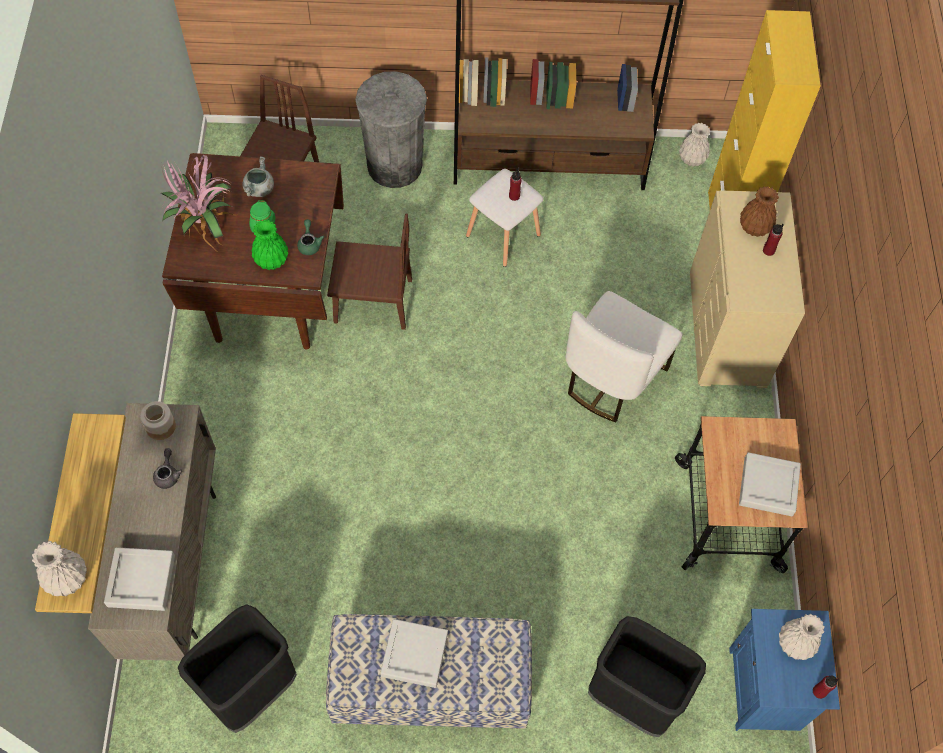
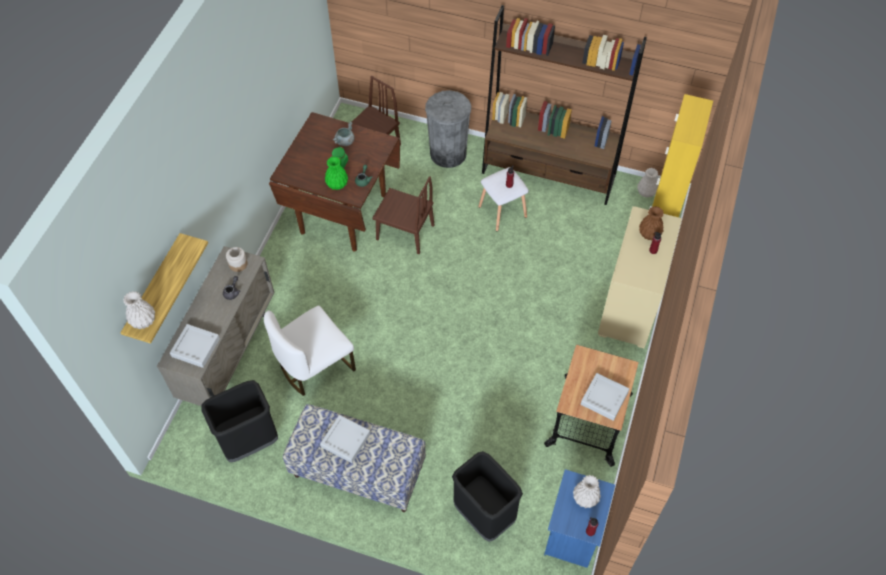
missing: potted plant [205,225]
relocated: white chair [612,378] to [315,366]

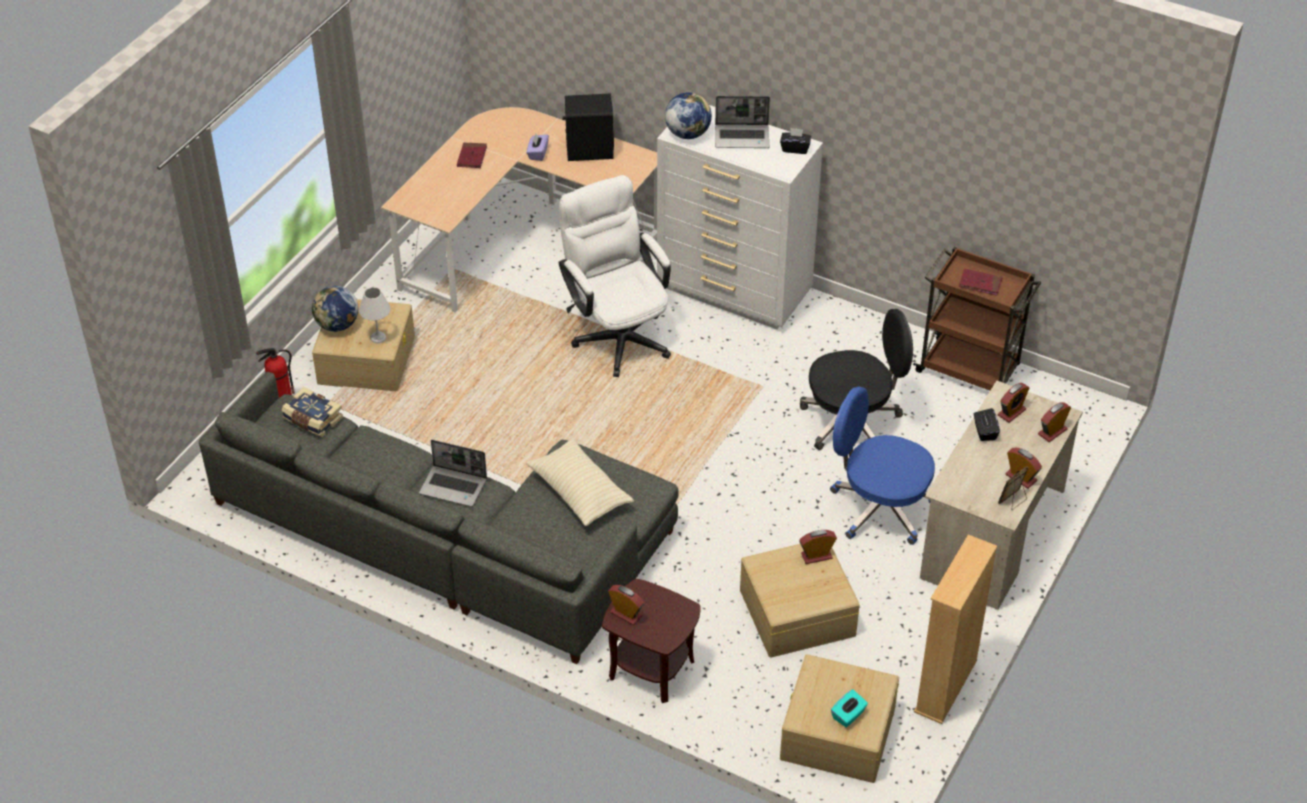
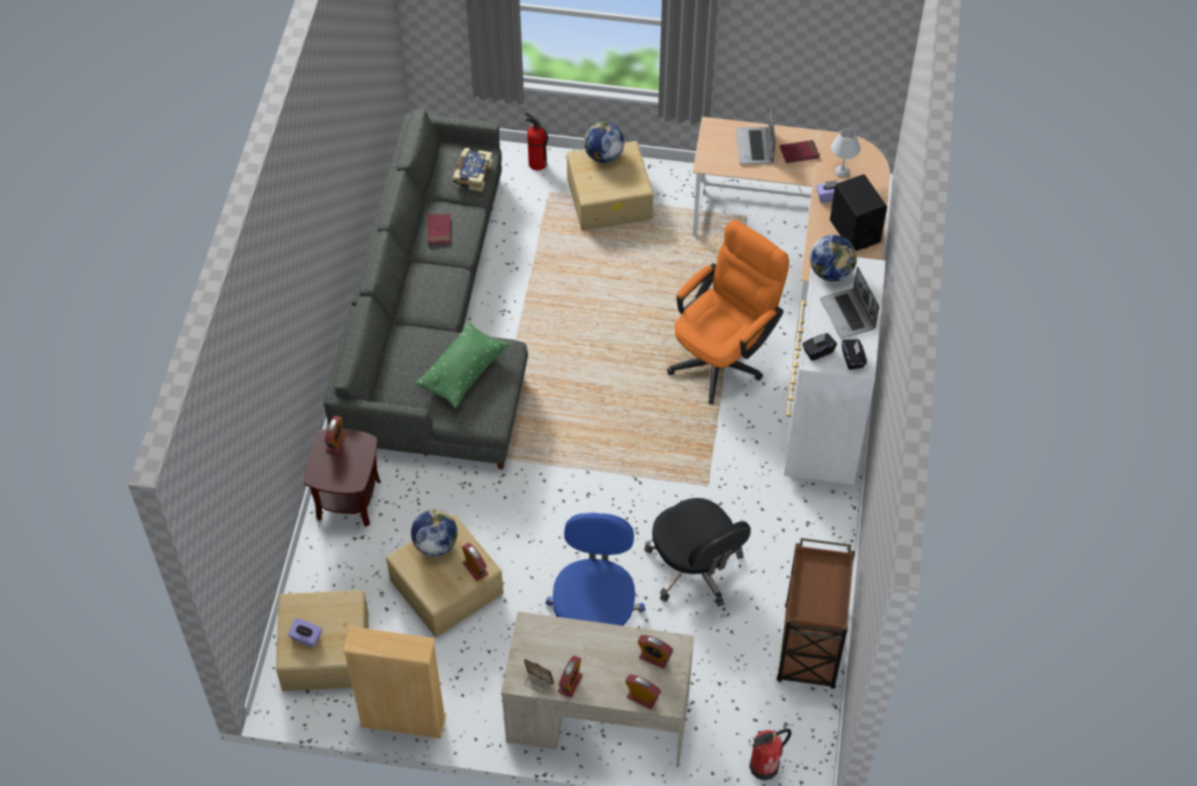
appeared: globe [435,544]; fire extinguisher [765,766]
relocated: red book [980,284] to [439,230]; white table lamp [379,338] to [842,172]; black tissue box [984,432] to [818,351]; laptop [454,487] to [755,147]
colour: white office chair [617,334] to orange office chair [723,357]; beige pillow [579,492] to green pillow [463,372]; turquoise tissue box [848,715] to purple tissue box [306,638]

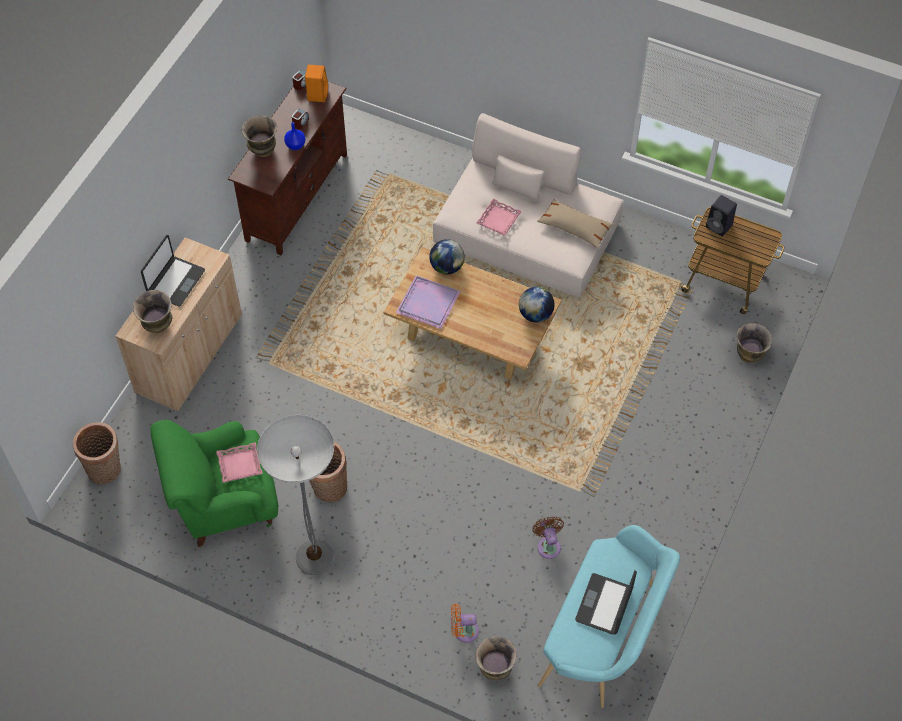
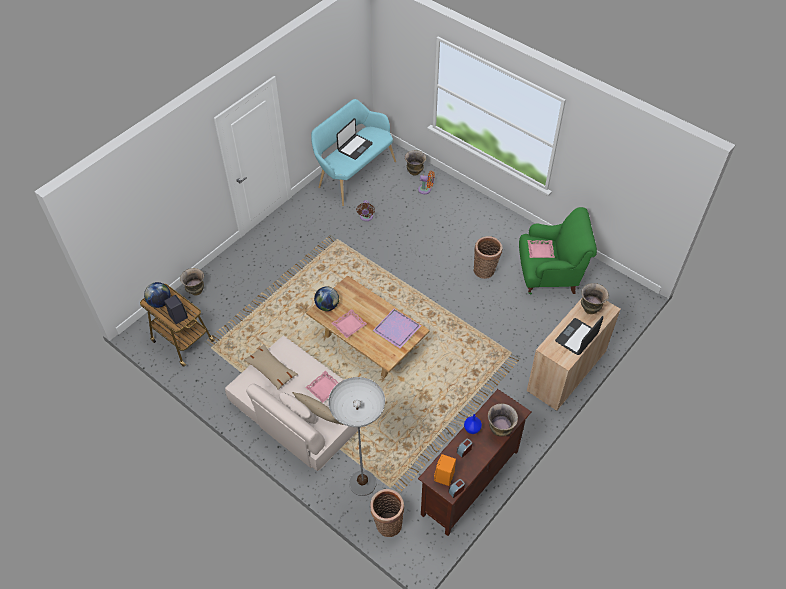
appeared: pink tray [349,325]; beige pillow [318,414]
relocated: globe [447,267] to [160,302]; floor lamp [314,557] to [362,483]; basket [106,470] to [387,523]

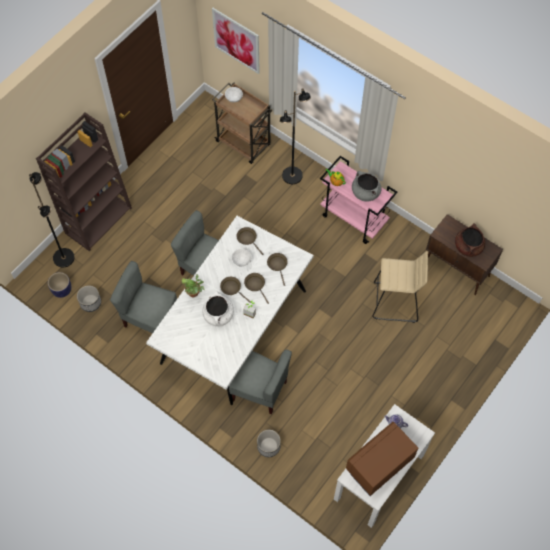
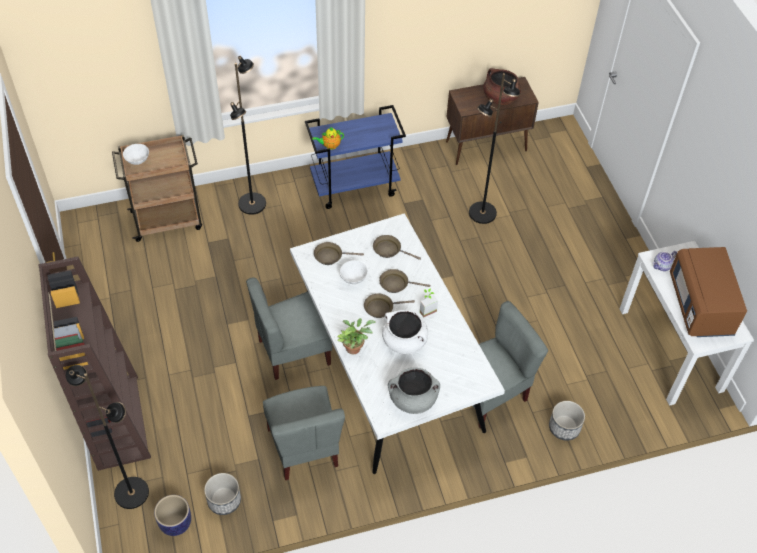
missing: picture [236,40]
relocated: grey cooking pot [365,193] to [413,400]
exchanged: beige stool [396,302] to black floor lamp [482,213]
colour: pink cart [354,219] to blue cart [355,186]
spun: grey chair [150,318] = [304,447] 75 degrees counterclockwise

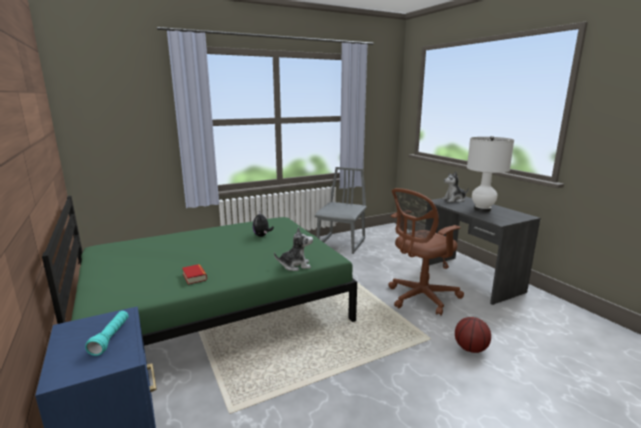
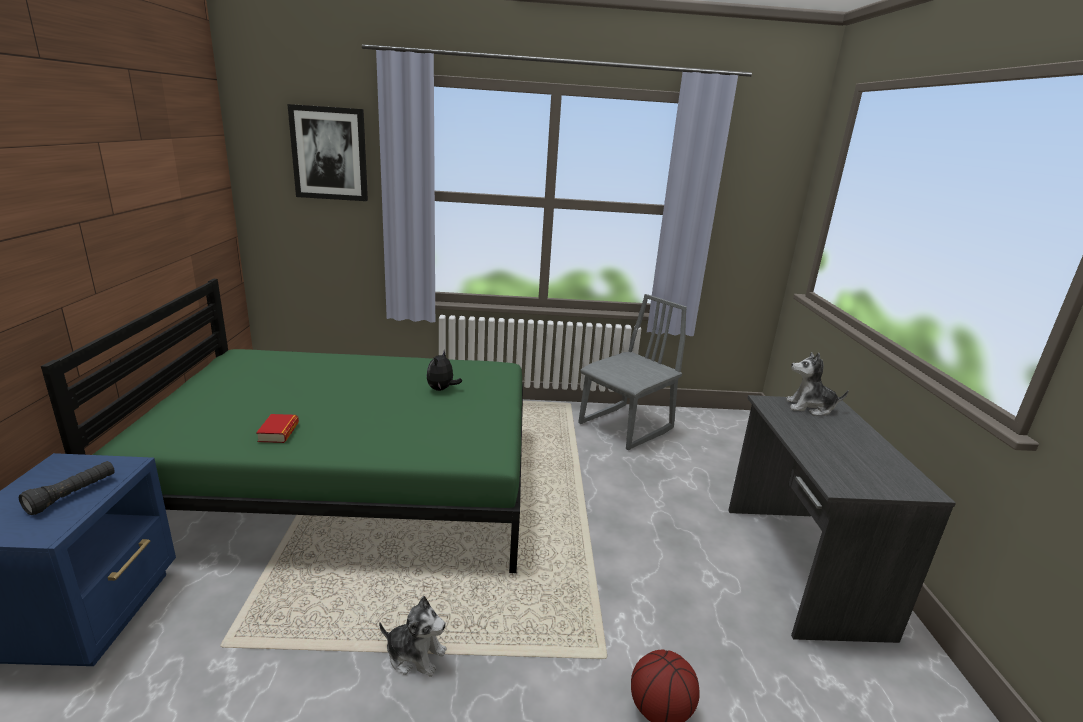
missing: white table lamp [482,209]; brown office chair [420,298]
appeared: picture [329,153]
relocated: plush toy [295,265] to [415,655]
colour: turquoise flashlight [111,338] to black flashlight [73,495]

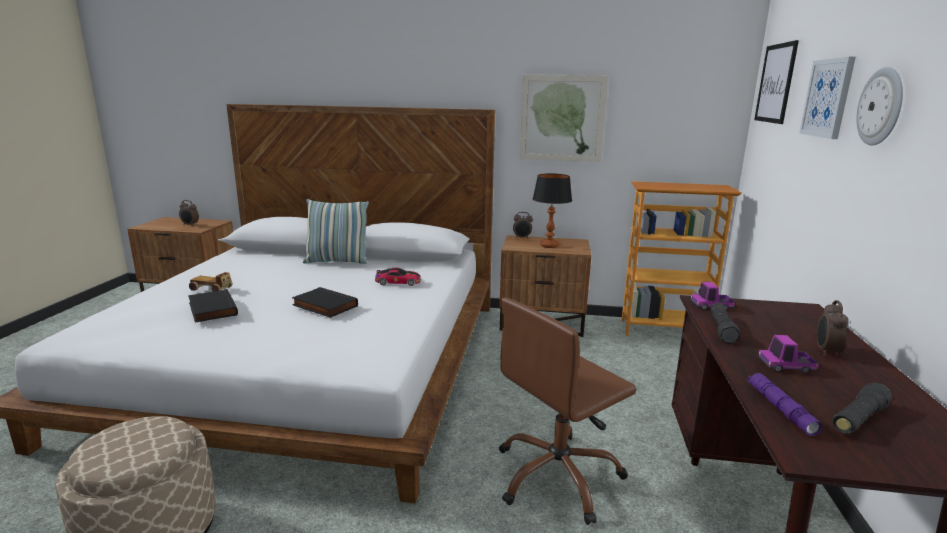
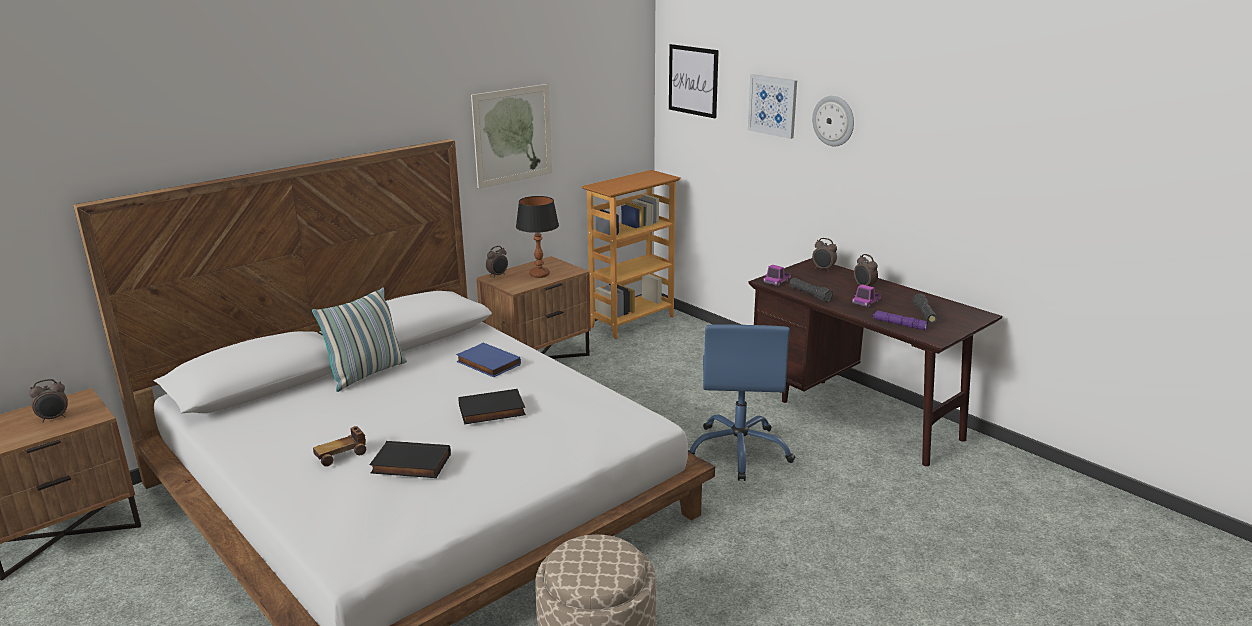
appeared: alarm clock [823,269]
exchanged: toy car [398,282] to blue book [487,364]
colour: brown office chair [557,476] to blue office chair [739,451]

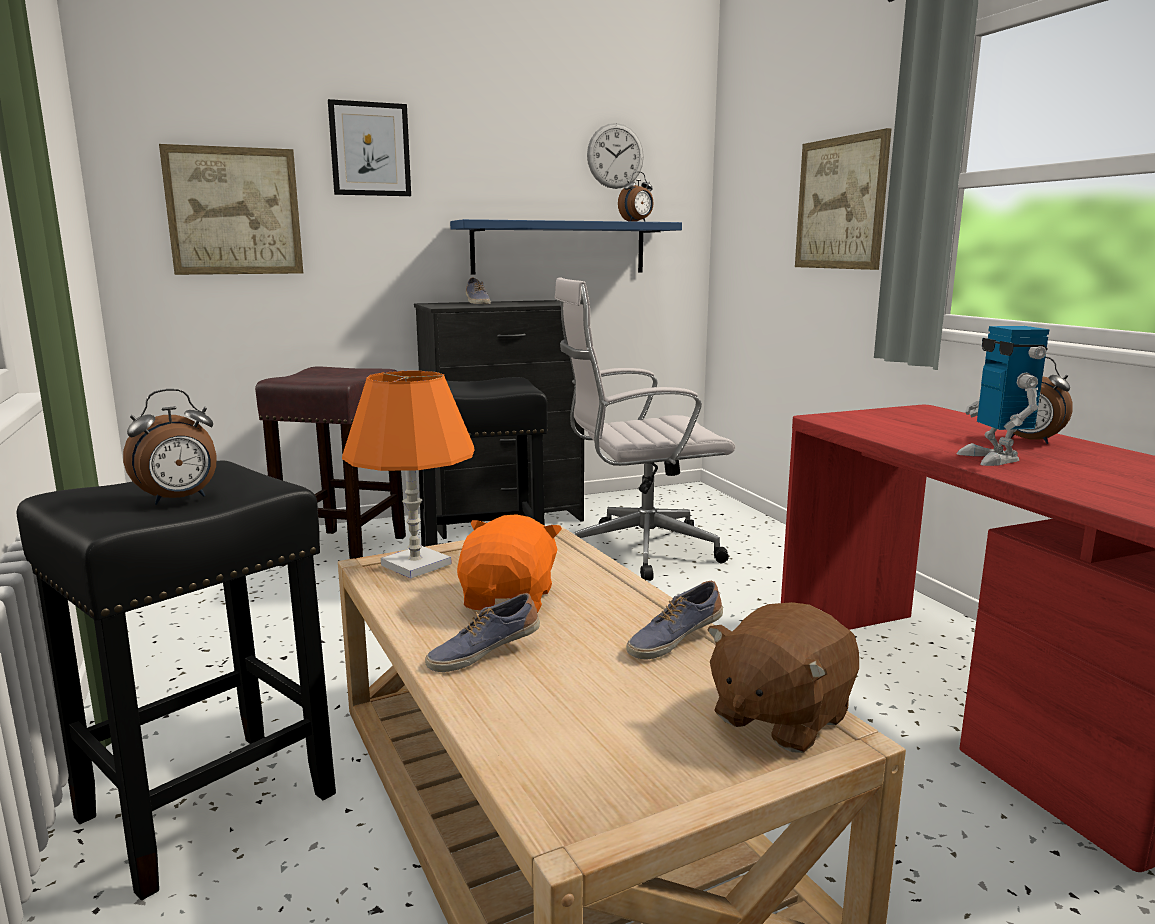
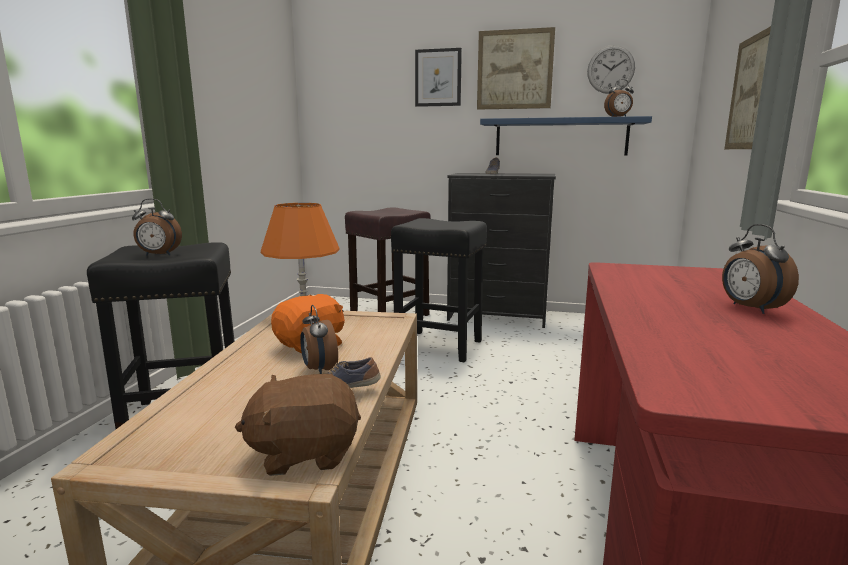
missing: white office chair [637,551]; toy robot [994,458]; shoe [483,652]
appeared: alarm clock [319,370]
relocated: picture [234,211] to [514,70]

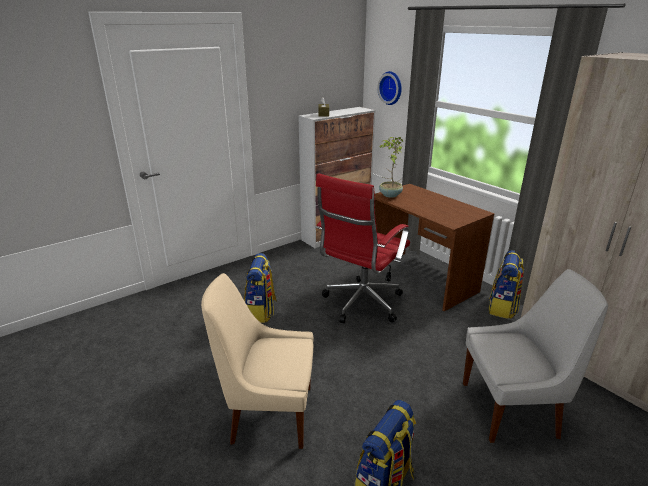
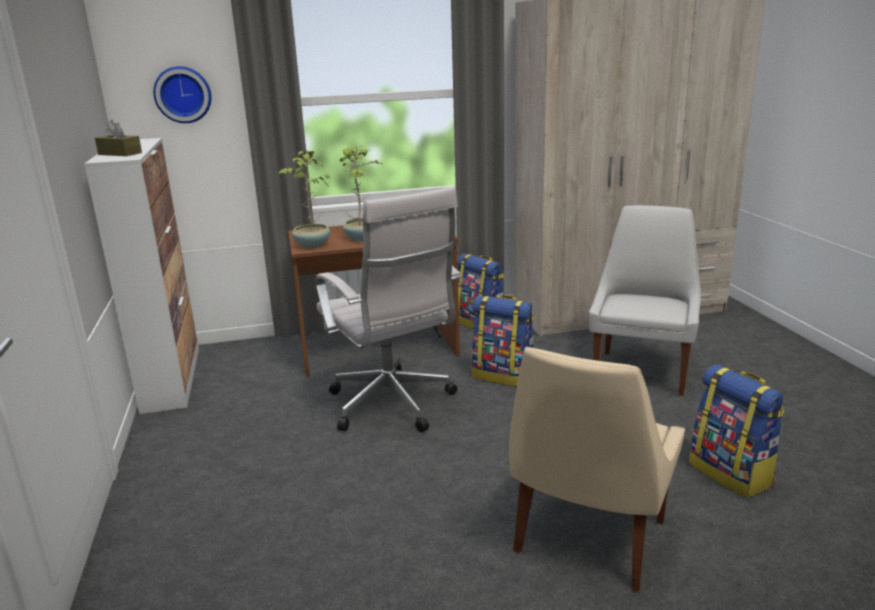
appeared: potted plant [363,238]
relocated: backpack [261,311] to [503,375]
colour: red office chair [360,304] to white office chair [393,406]

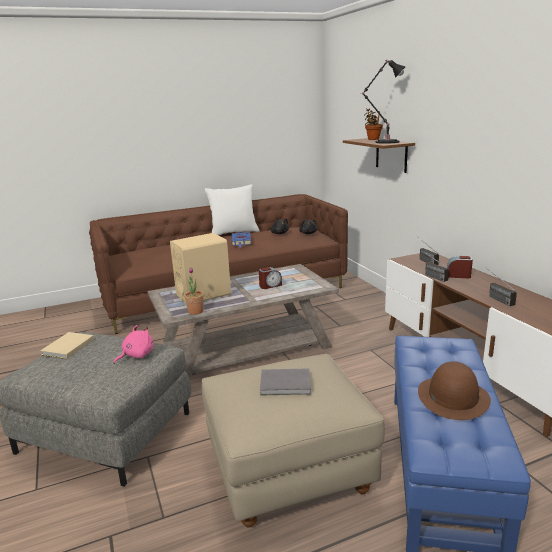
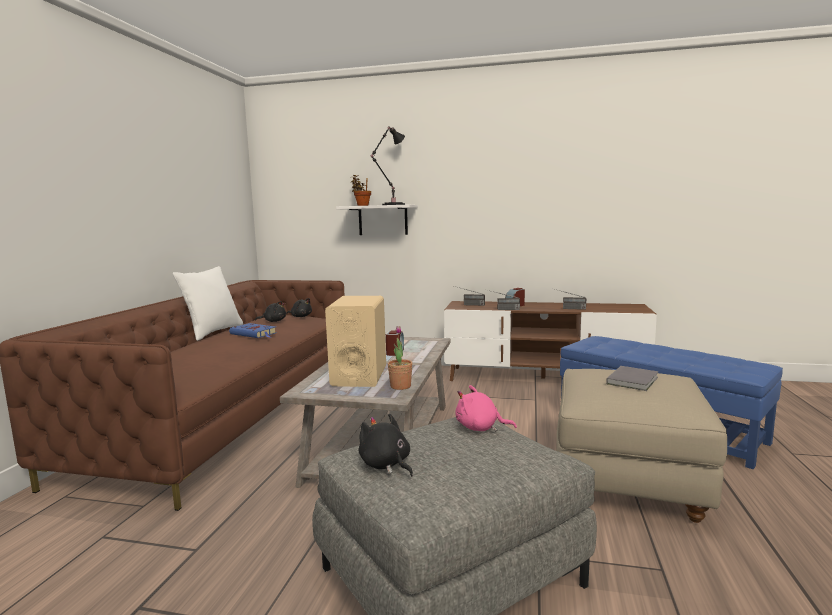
missing: brown hat [453,397]
exchanged: beige book [67,347] to black plush toy [386,465]
colour: brown shelf [391,155] to white shelf [383,220]
spun: pink plush toy [136,355] = [480,428] 60 degrees counterclockwise

